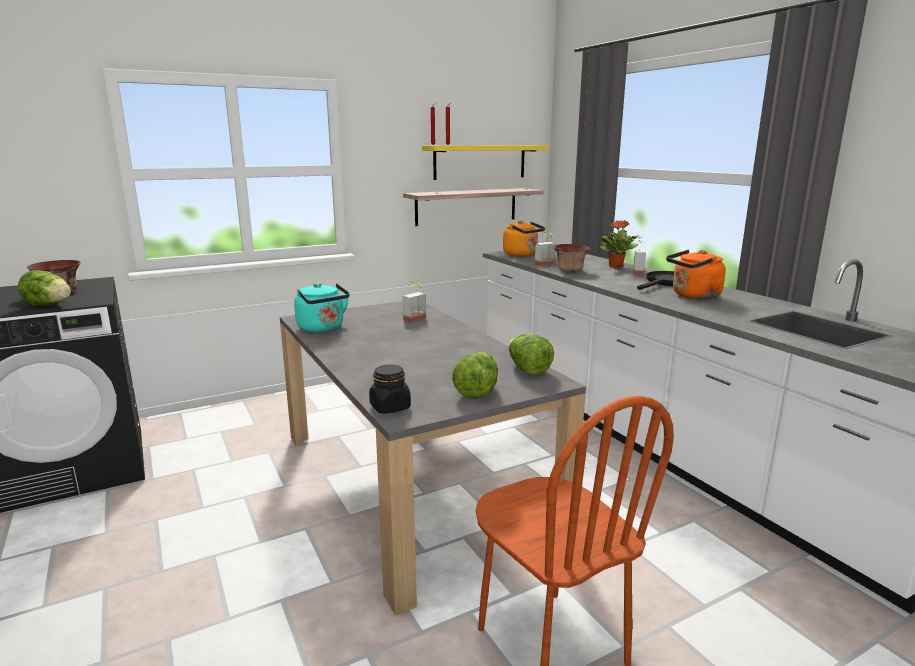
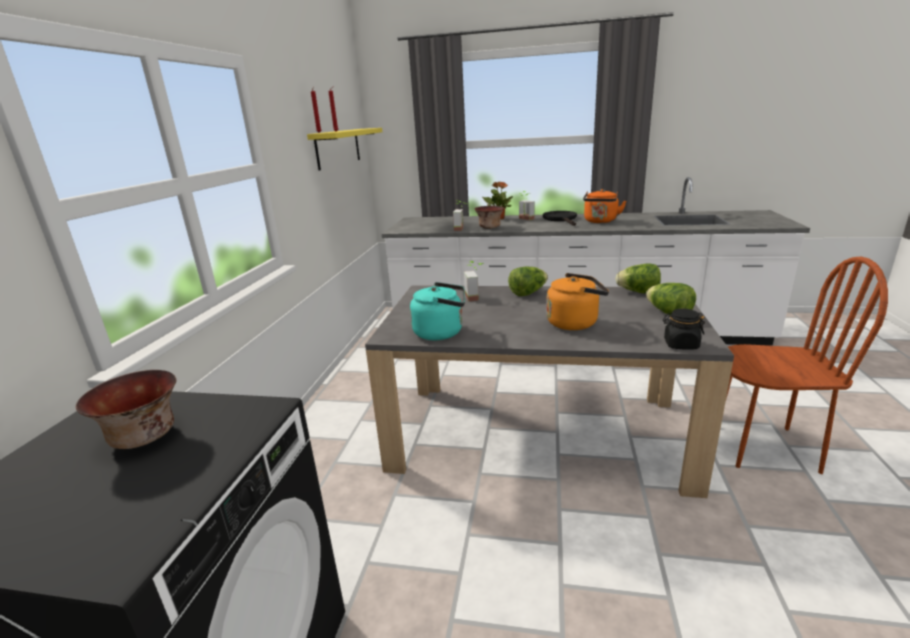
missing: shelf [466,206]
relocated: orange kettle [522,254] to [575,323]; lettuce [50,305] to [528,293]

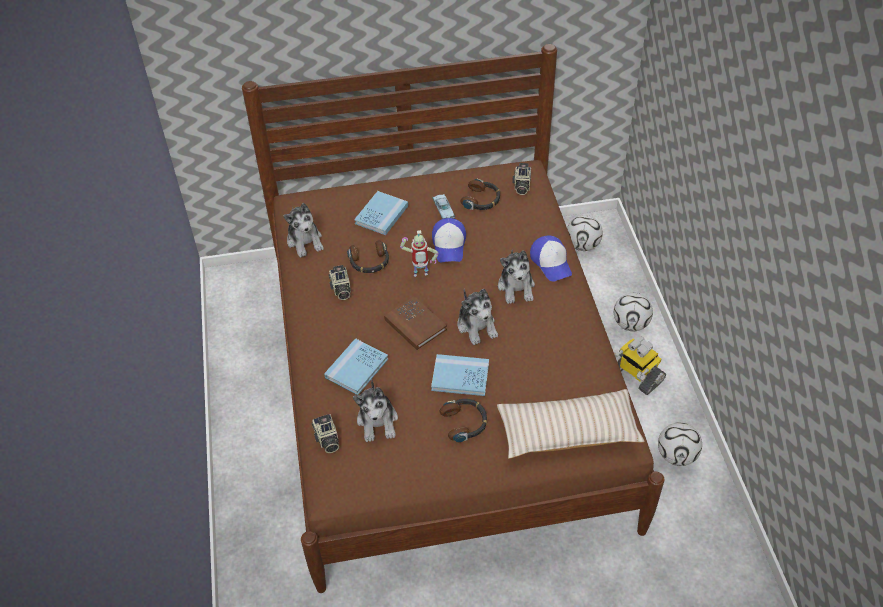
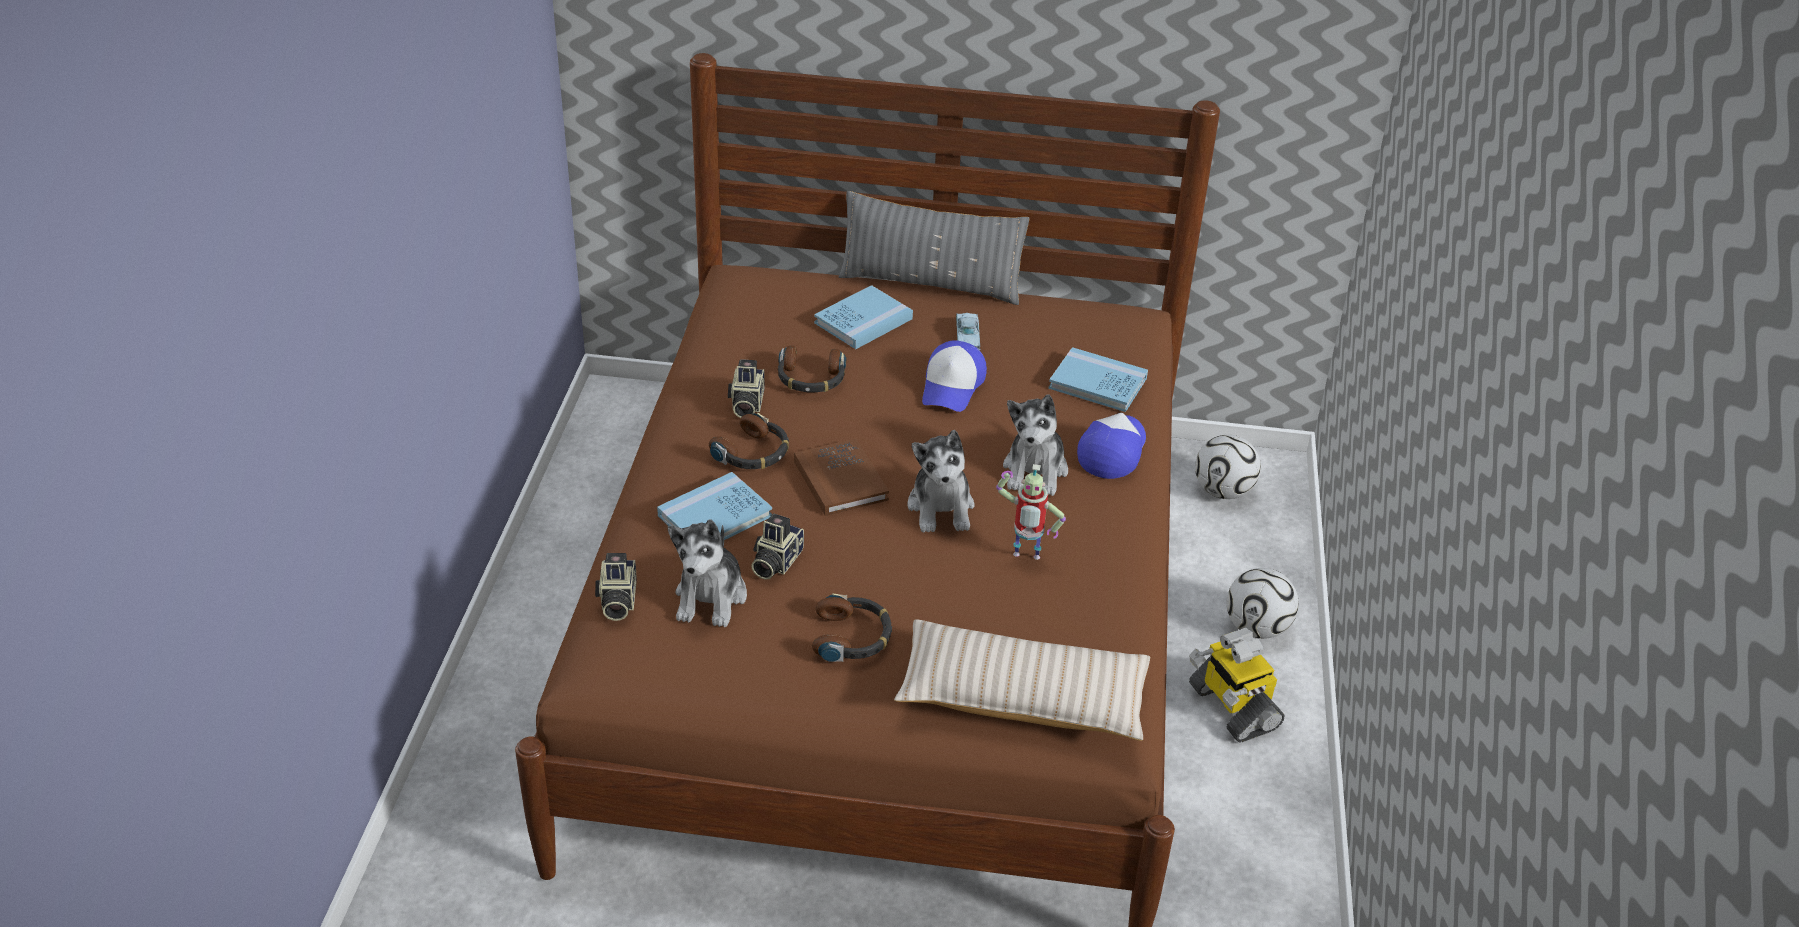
missing: plush toy [305,241]; football [676,455]
appeared: grey pillow [930,283]
relocated: photo camera [521,186] to [775,562]; headphones [481,200] to [752,453]; toy robot [420,276] to [1025,558]; blue book [460,377] to [1097,383]
spun: cap [551,262] = [1112,451] 150 degrees counterclockwise

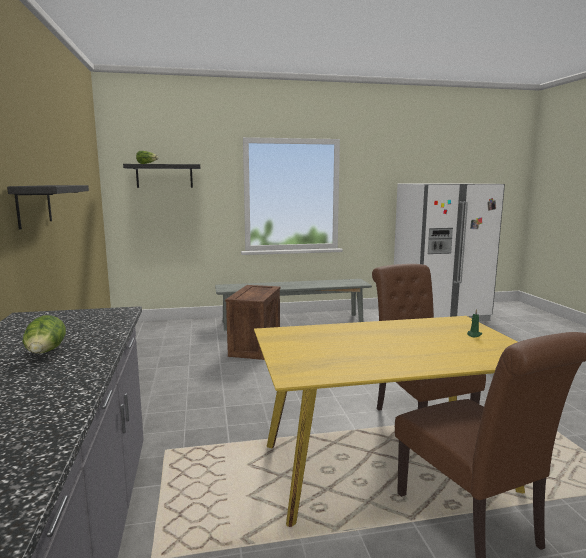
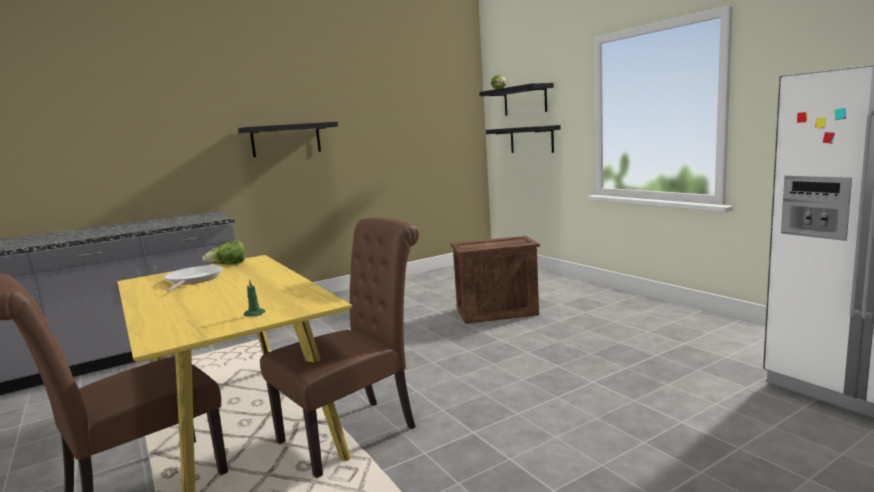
missing: grey bench [293,322]
appeared: black shelf [531,139]; frying pan [193,280]
relocated: lettuce [45,352] to [228,265]

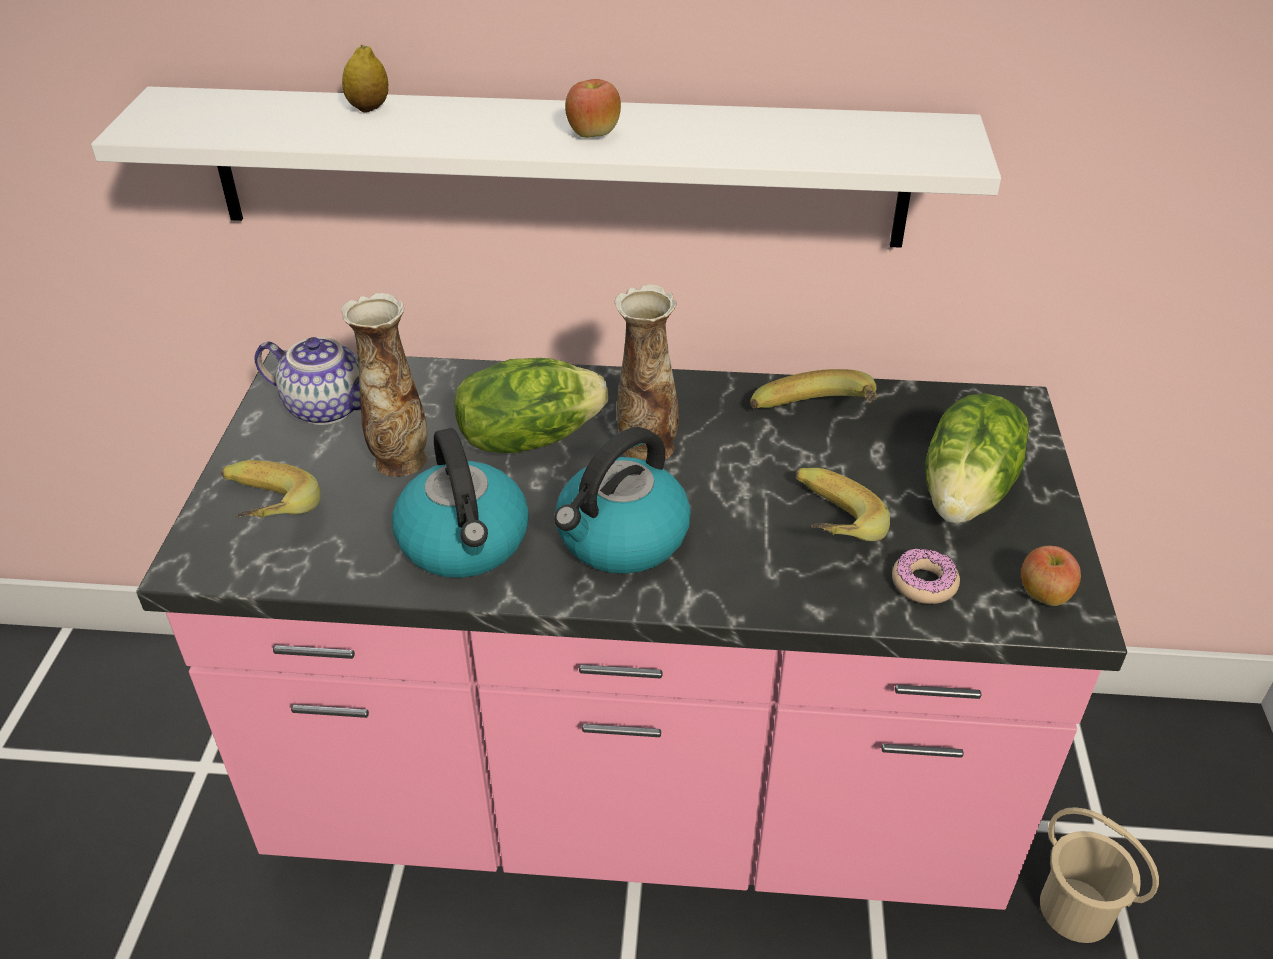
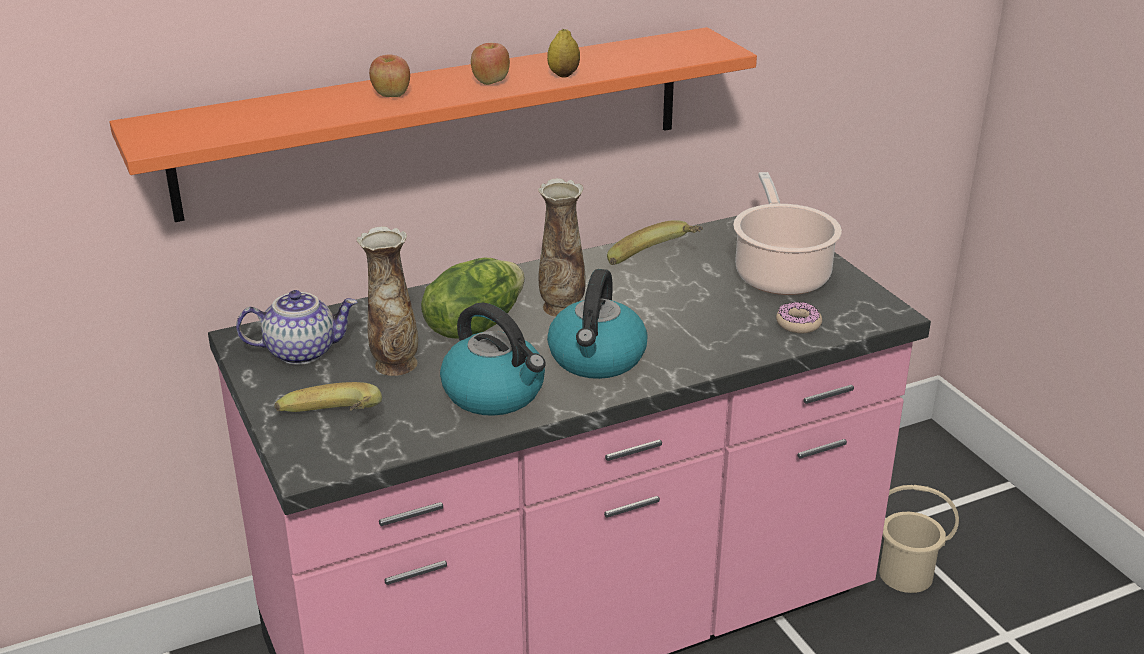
missing: banana [823,531]
relocated: lemon [369,108] to [563,75]; apple [1043,596] to [391,95]
exchanged: lettuce [968,493] to cooking pot [780,273]
colour: white shelf [557,168] to orange shelf [437,121]

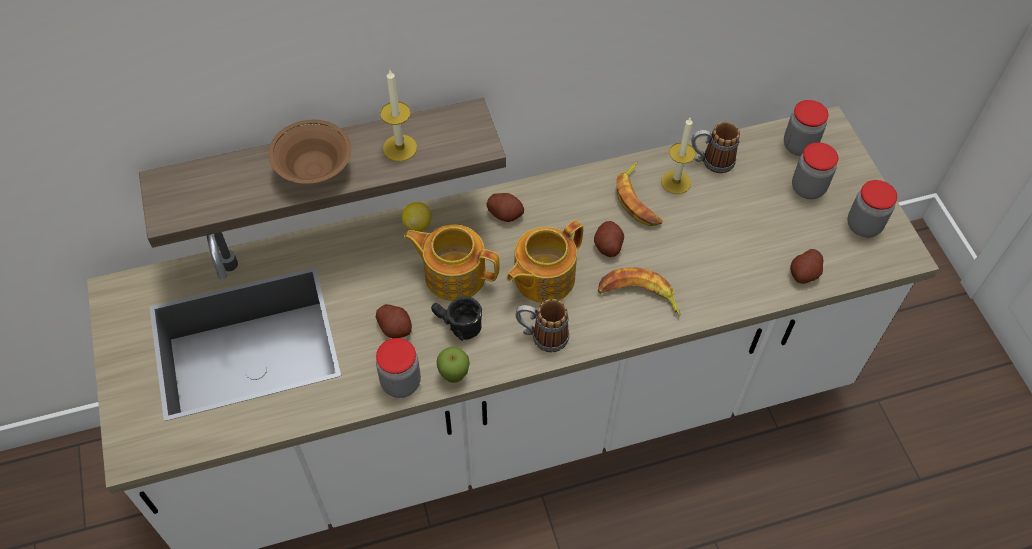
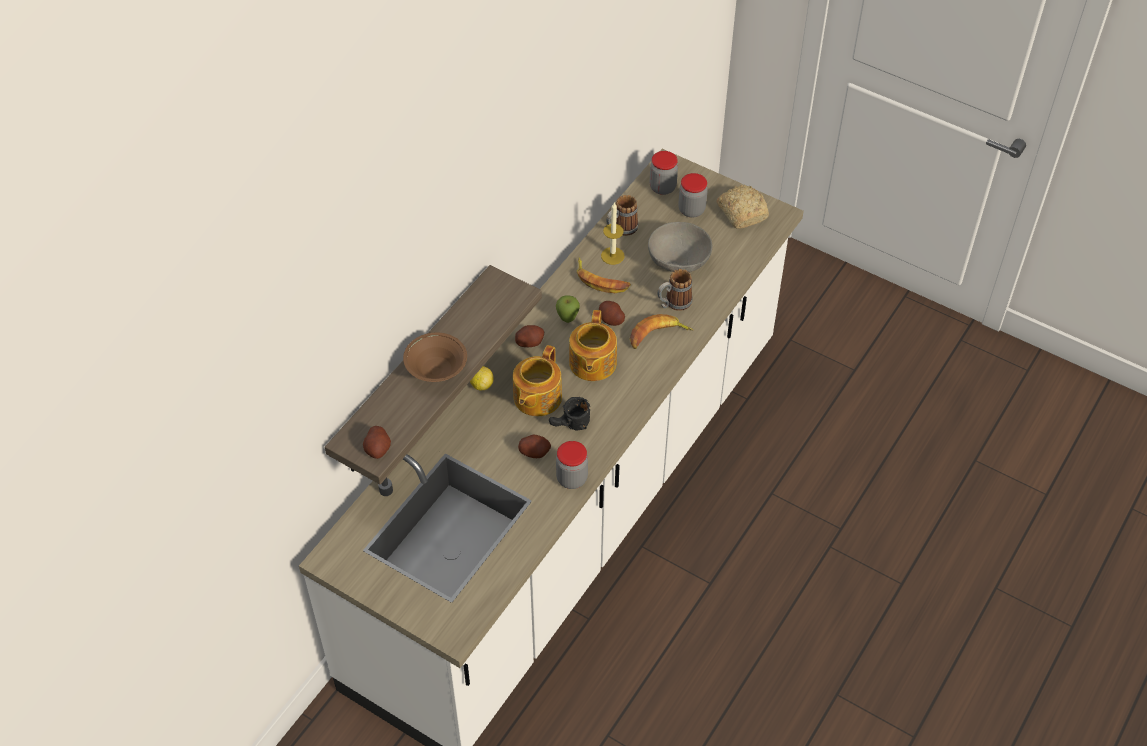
missing: candle [400,148]
appeared: grey bowl [679,262]
relocated: potato [804,273] to [378,449]; mug [542,336] to [673,304]; apple [454,376] to [567,319]
exchanged: jar [863,225] to bread [742,212]
spun: teapot [453,274] = [536,398] 45 degrees counterclockwise

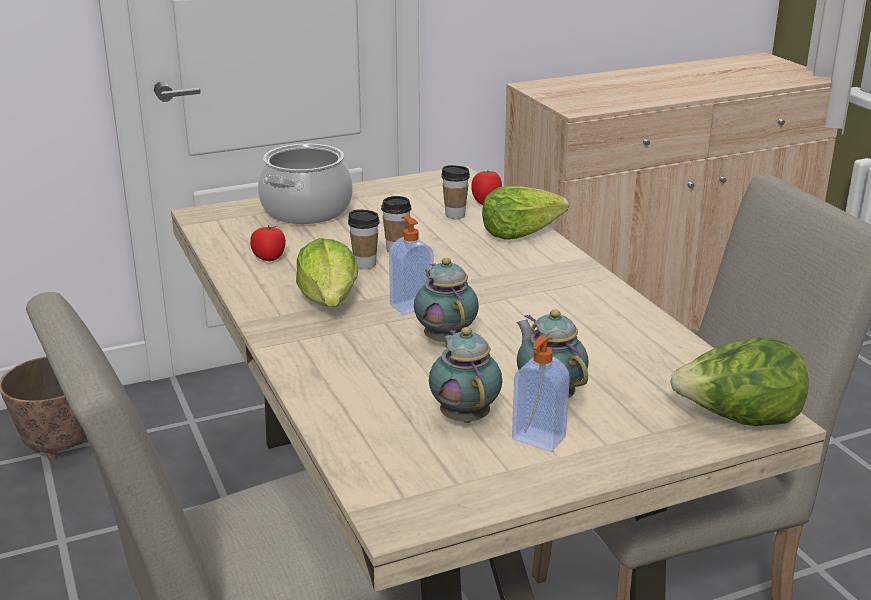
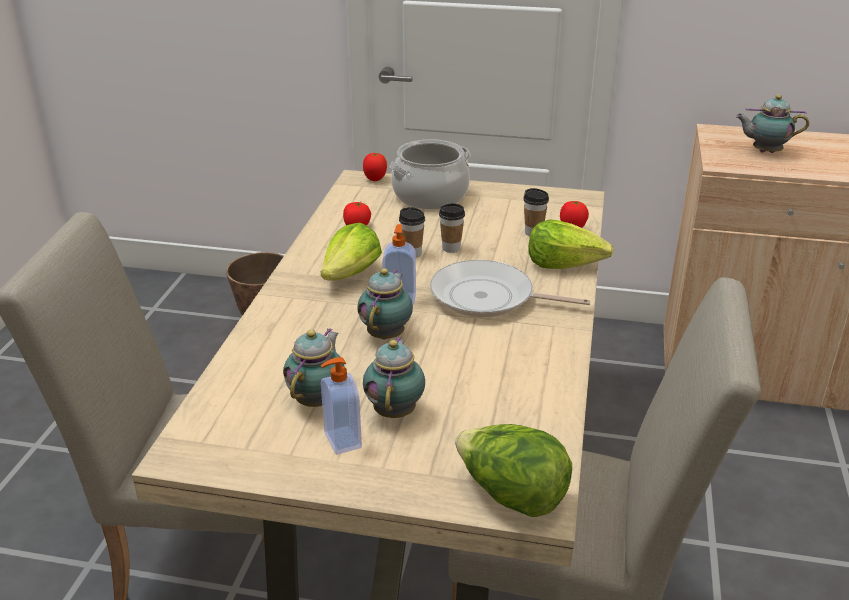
appeared: teapot [764,152]; tomato [375,179]; frying pan [488,298]

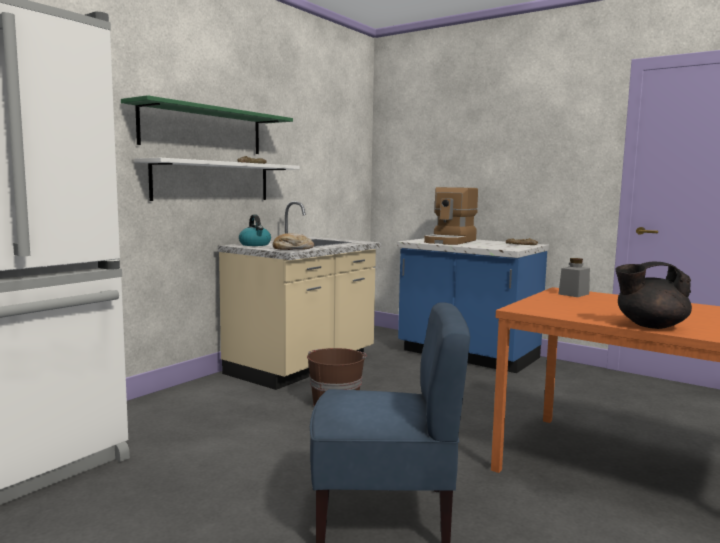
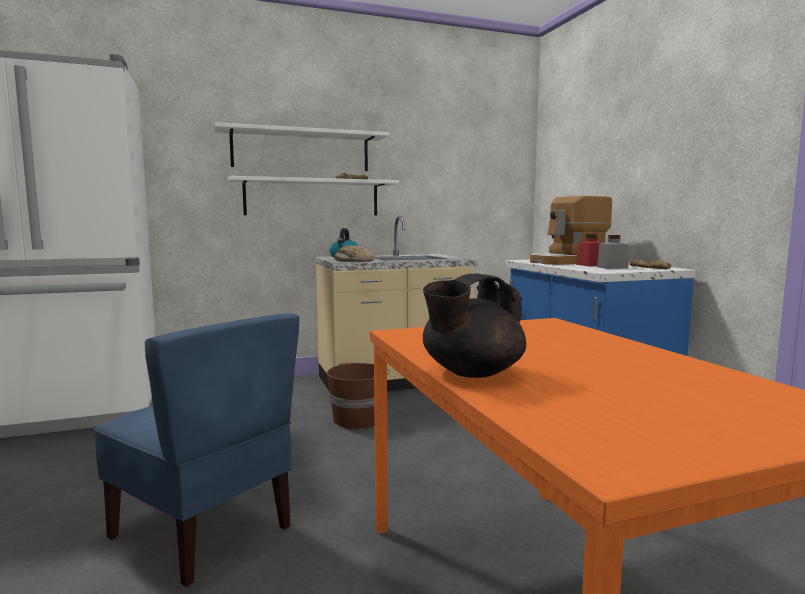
appeared: red jar [590,265]
relocated: grey jar [573,294] to [612,267]
colour: green shelf [203,130] to white shelf [301,151]
spun: black teapot [650,325] = [471,373] 75 degrees counterclockwise

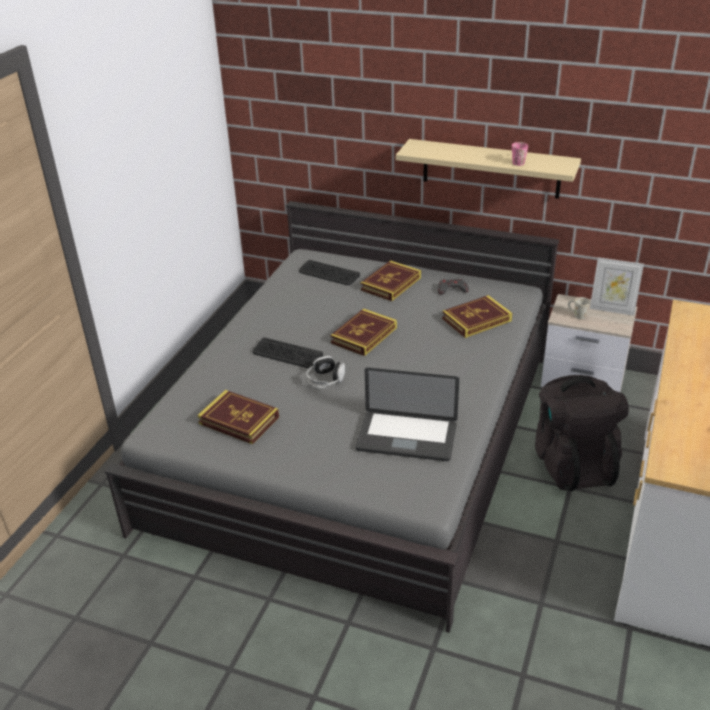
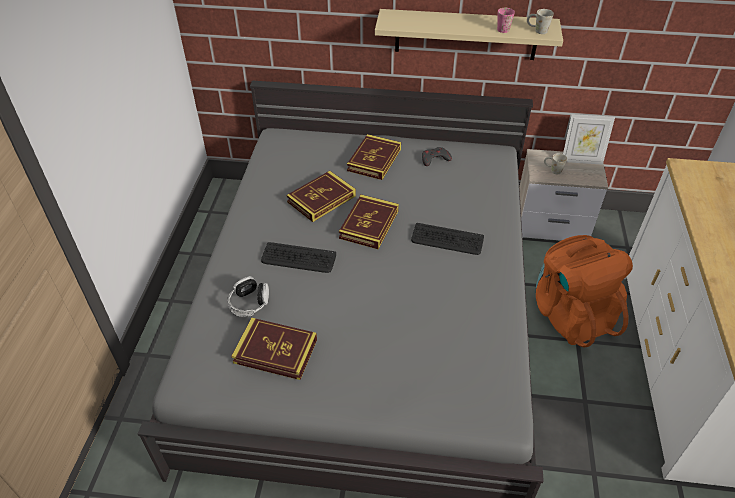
missing: laptop [406,437]
appeared: white mug [537,30]
relocated: keyboard [328,274] to [447,240]; book [476,320] to [321,199]; headphones [325,380] to [249,303]
colour: black backpack [572,463] to orange backpack [571,314]

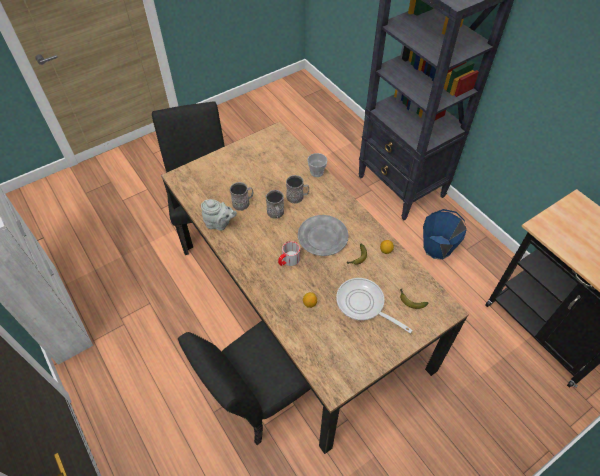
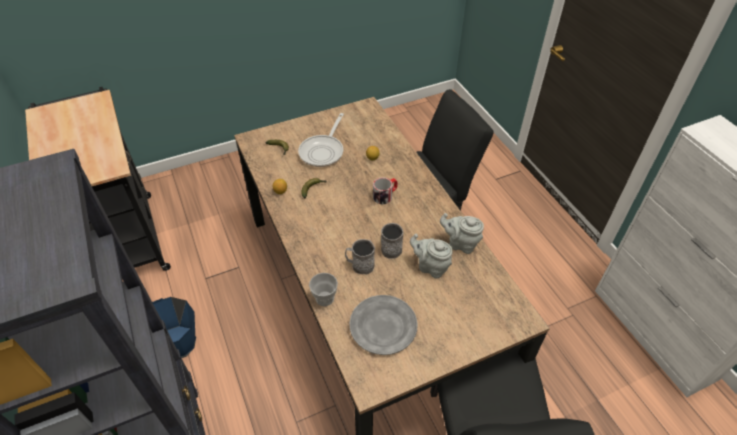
relocated: grey plate [323,237] to [382,326]
exchanged: grey mug [243,203] to grey teapot [430,267]
spun: frying pan [363,304] = [323,151] 60 degrees clockwise

